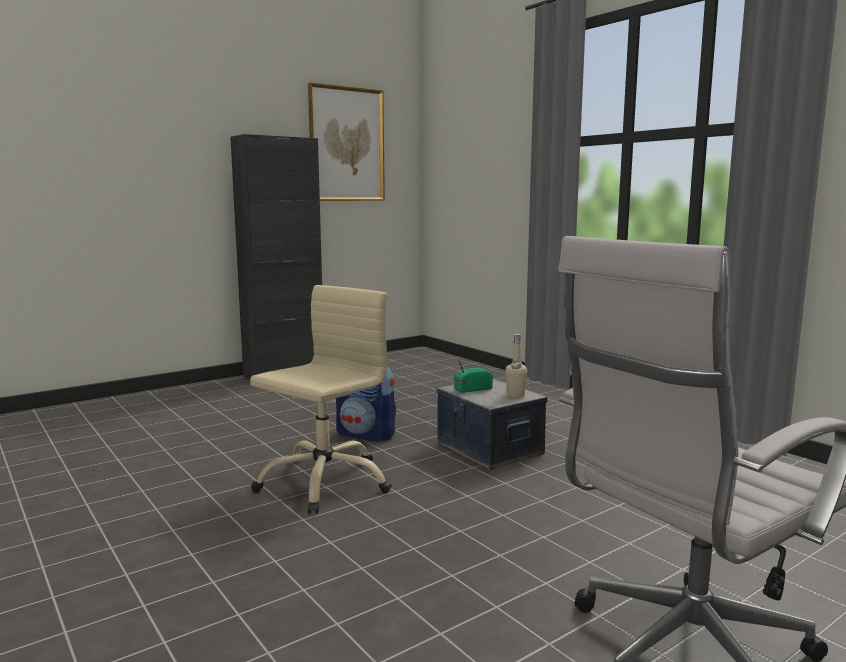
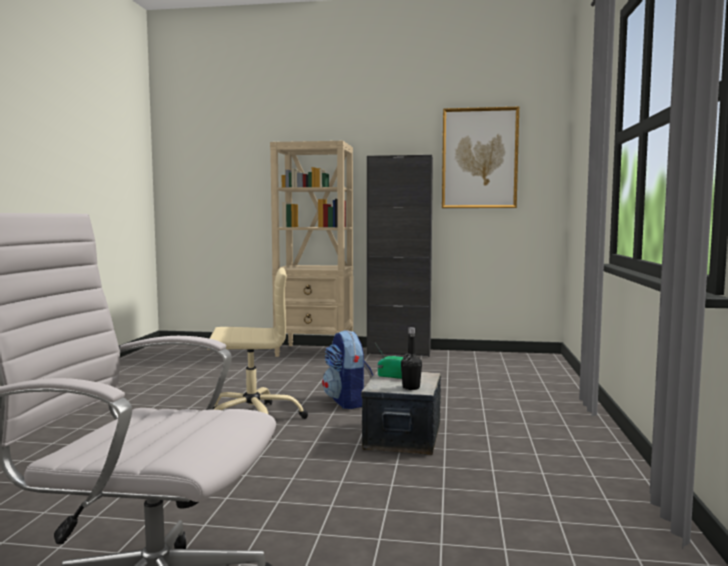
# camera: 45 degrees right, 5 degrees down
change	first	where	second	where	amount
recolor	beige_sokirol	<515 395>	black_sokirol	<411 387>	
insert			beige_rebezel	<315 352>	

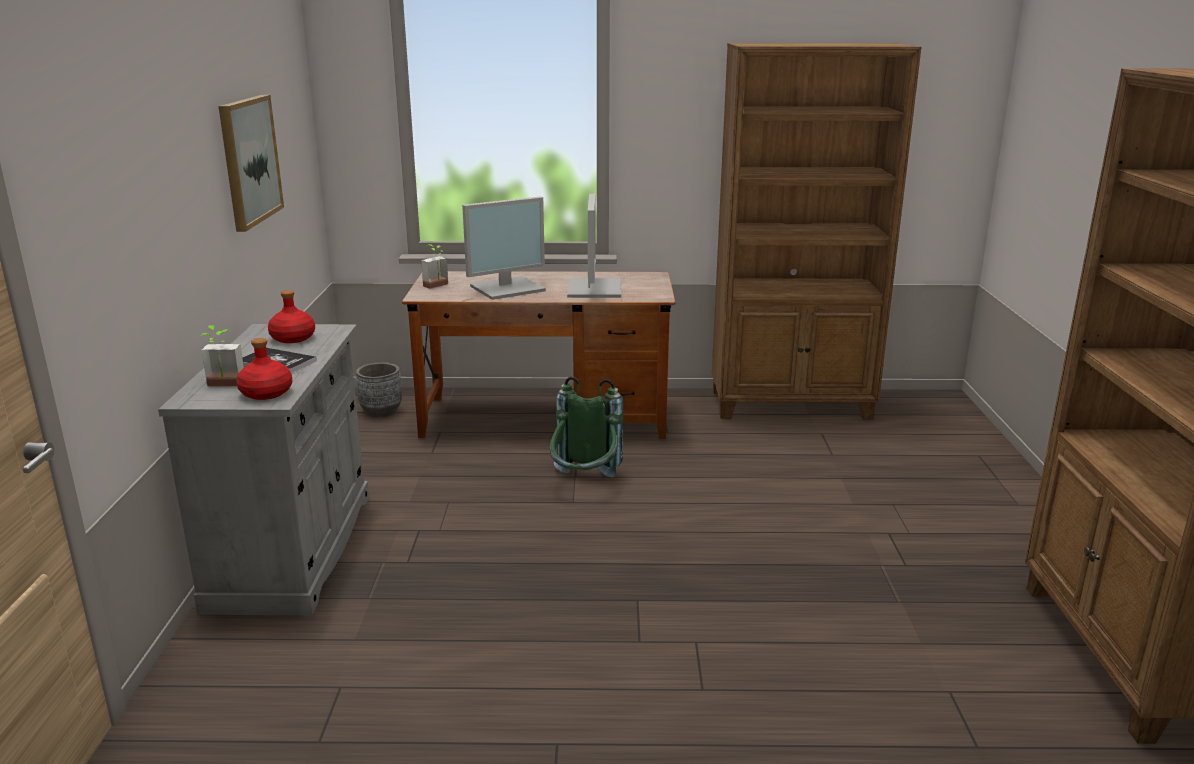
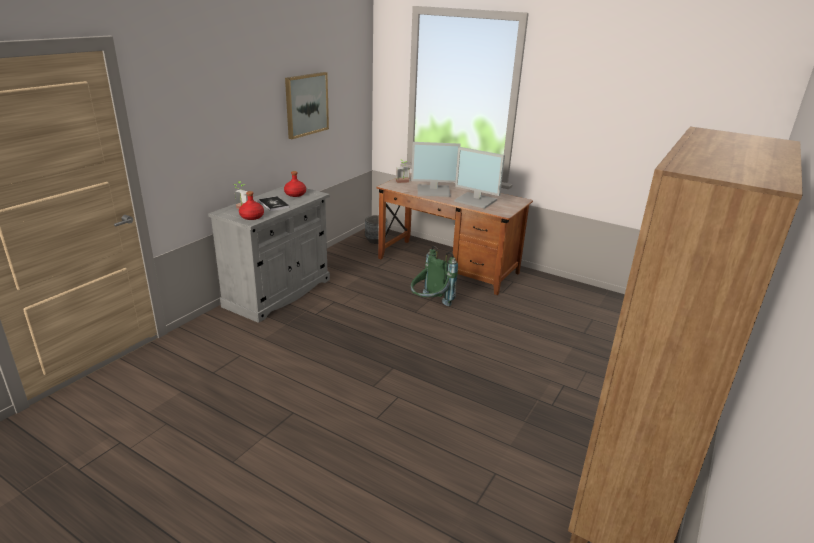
# camera: 30 degrees right, 5 degrees up
change	first	where	second	where	amount
delete	brown_rebezel	<792 405>			
rotate	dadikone	<593 288>		<476 200>	90 degrees clockwise

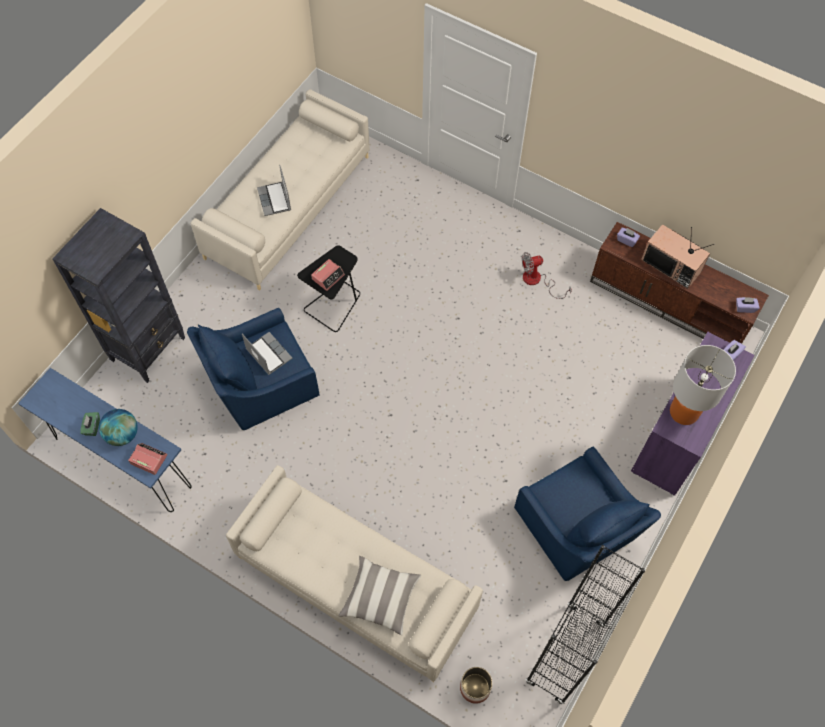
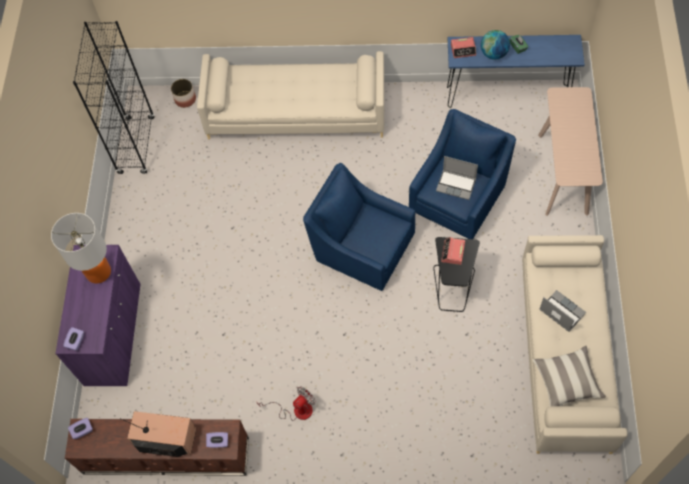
# camera: 155 degrees right, 0 degrees up
change	first	where	second	where	amount
replace	black_rebezel	<149 348>	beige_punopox	<563 174>	
move	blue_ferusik	<576 528>		<361 246>	
move	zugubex	<380 598>		<566 381>	

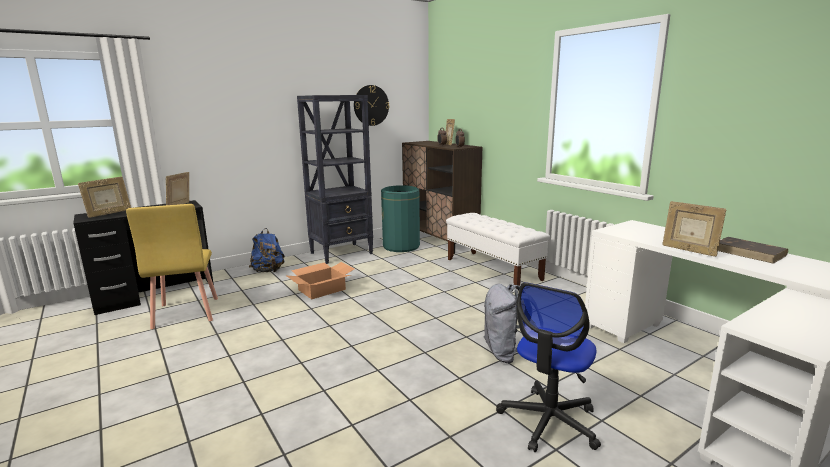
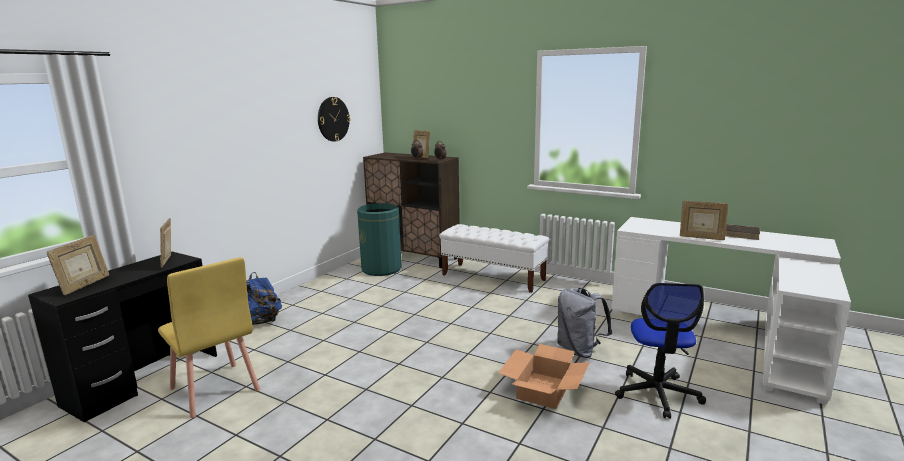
# camera: 25 degrees left, 0 degrees up
change	first	where	second	where	amount
delete	black_rebezel	<342 253>			
move	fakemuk	<321 289>		<543 390>	

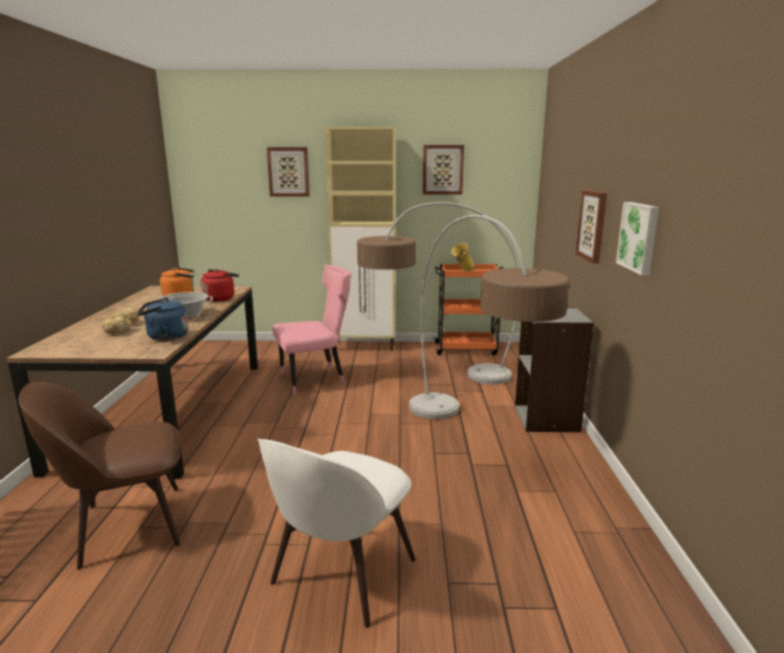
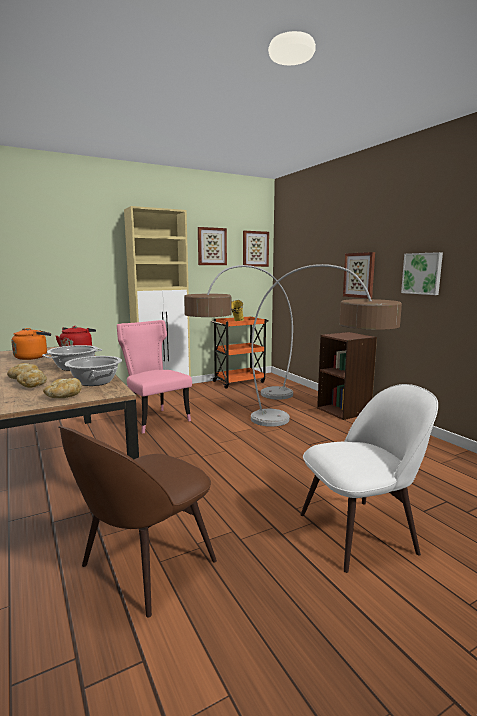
# camera: 30 degrees left, 5 degrees down
change	first	where	second	where	amount
move	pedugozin	<288 172>		<255 249>	
rotate	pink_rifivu	<315 379>		<155 419>	75 degrees counterclockwise
replace	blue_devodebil	<165 337>	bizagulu	<95 382>	
recolor	grey_rebezel	<547 419>	brown_rebezel	<344 410>	
rotate	white_rifivu	<341 575>		<361 532>	105 degrees counterclockwise
insert			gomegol	<63 397>	

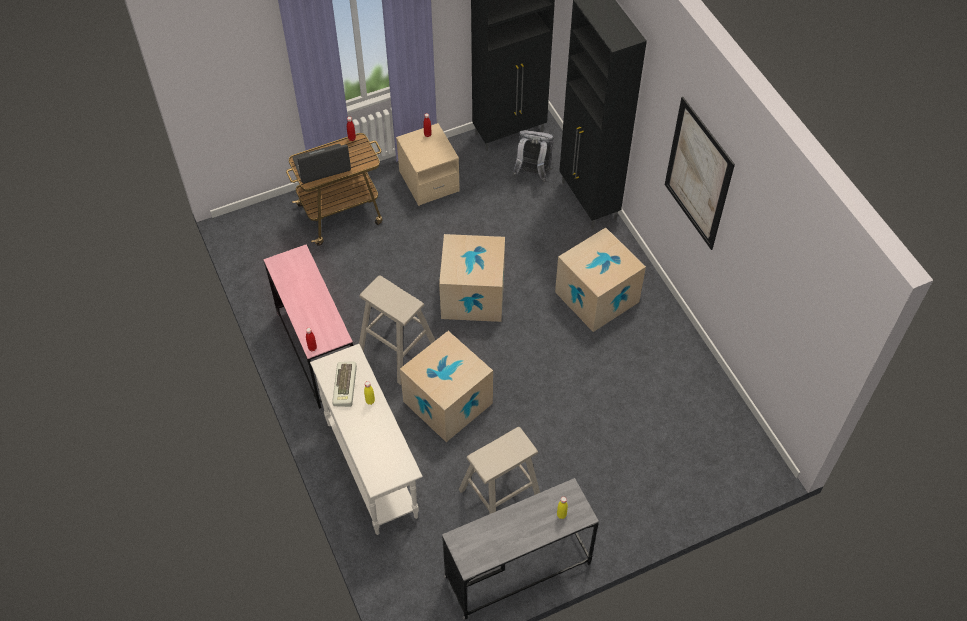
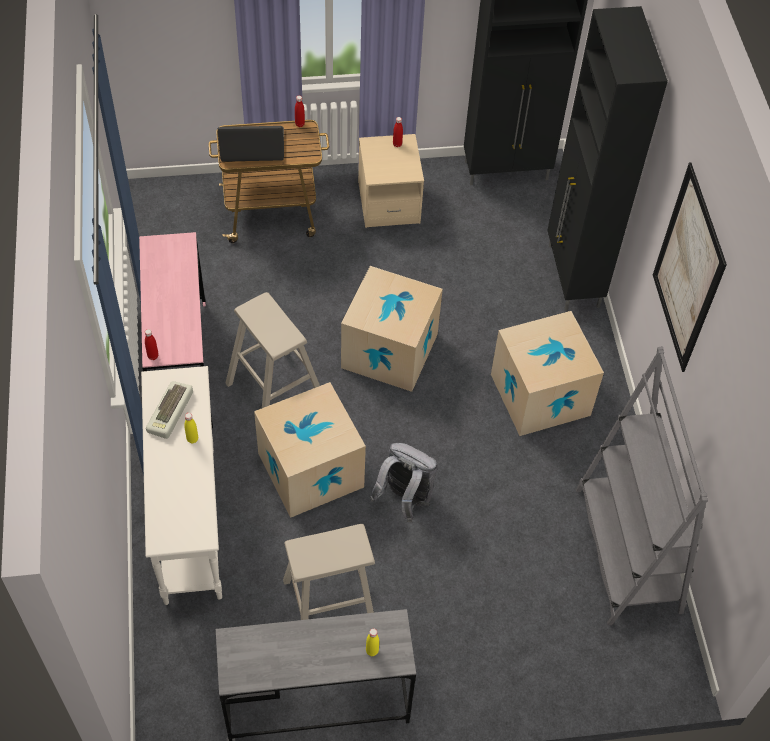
# camera: 15 degrees right, 0 degrees up
change	first	where	second	where	amount
move	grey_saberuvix	<532 173>		<404 499>	
insert			grey_rebezel	<627 550>	

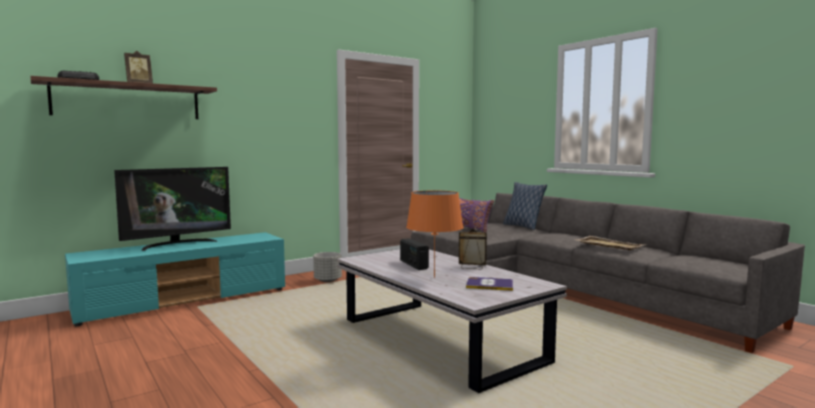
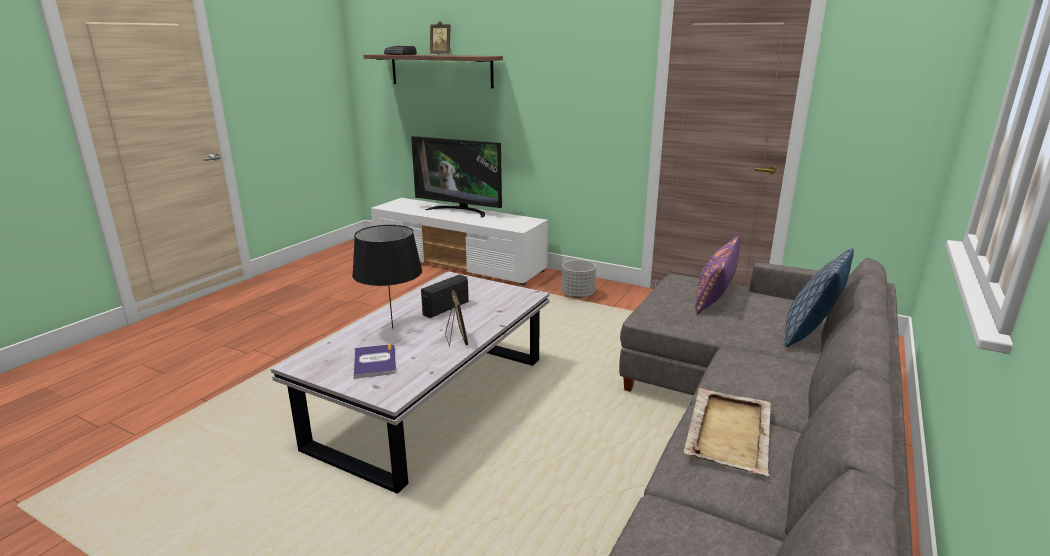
# camera: 65 degrees right, 15 degrees up
change	first	where	second	where	amount
recolor	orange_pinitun	<434 277>	black_pinitun	<392 328>	
recolor	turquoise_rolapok	<186 300>	white_rolapok	<459 263>	

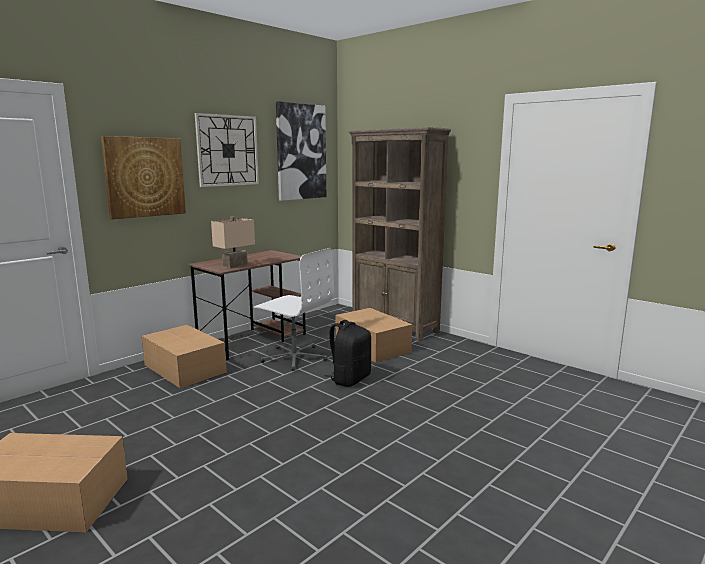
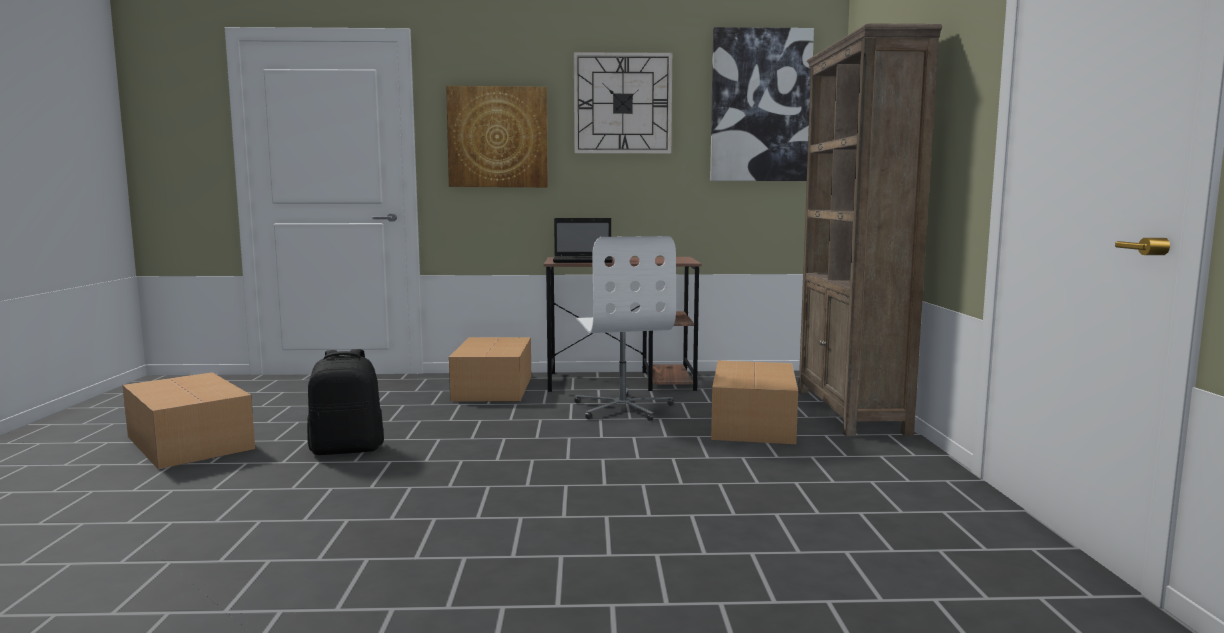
# camera: 45 degrees right, 5 degrees down
change	first	where	second	where	amount
replace	beige_pinitun	<234 265>	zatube	<584 261>	
move	black_saberuvix	<350 379>		<347 449>	

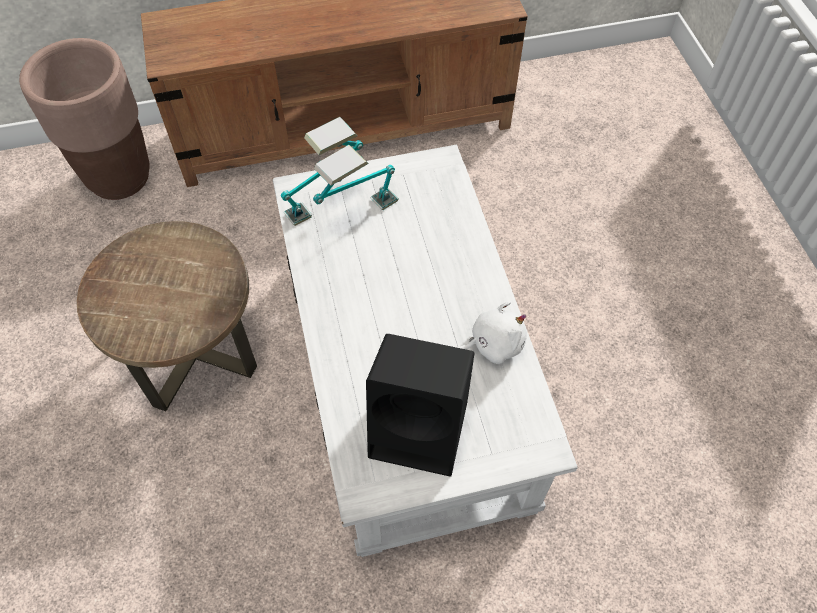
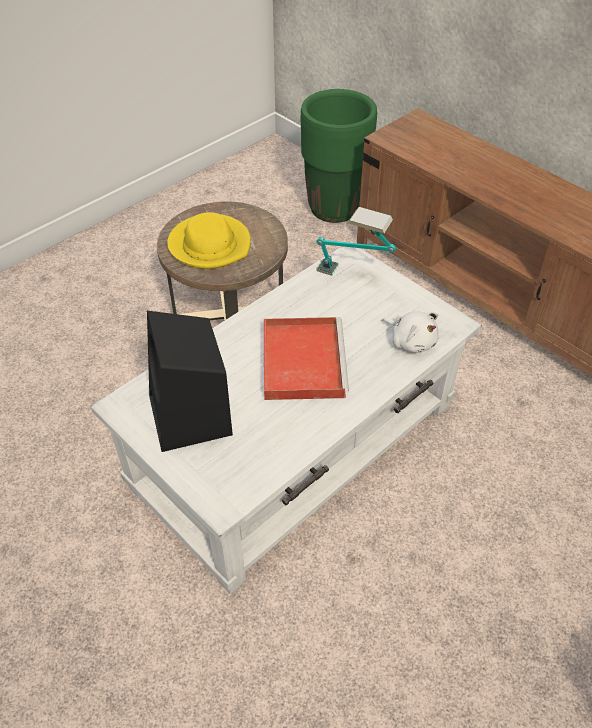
# camera: 60 degrees right, 10 degrees down
change	first	where	second	where	amount
recolor	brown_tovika	<119 178>	green_tovika	<334 208>	
delete	pinitun	<358 215>			
move	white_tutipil	<492 344>		<411 341>	
insert			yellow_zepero	<210 245>	
insert			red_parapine	<302 359>	

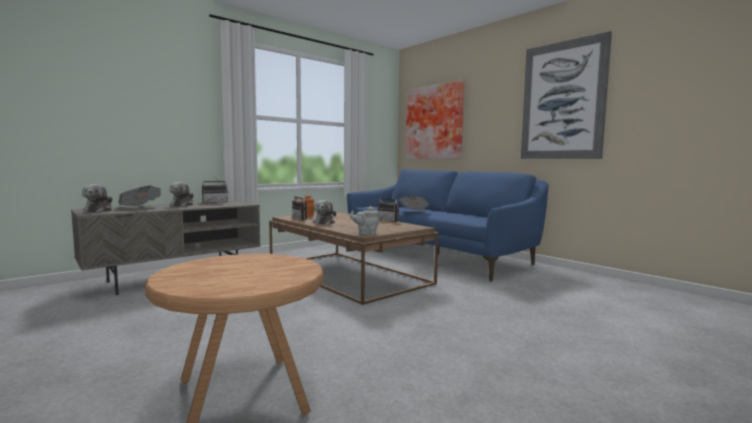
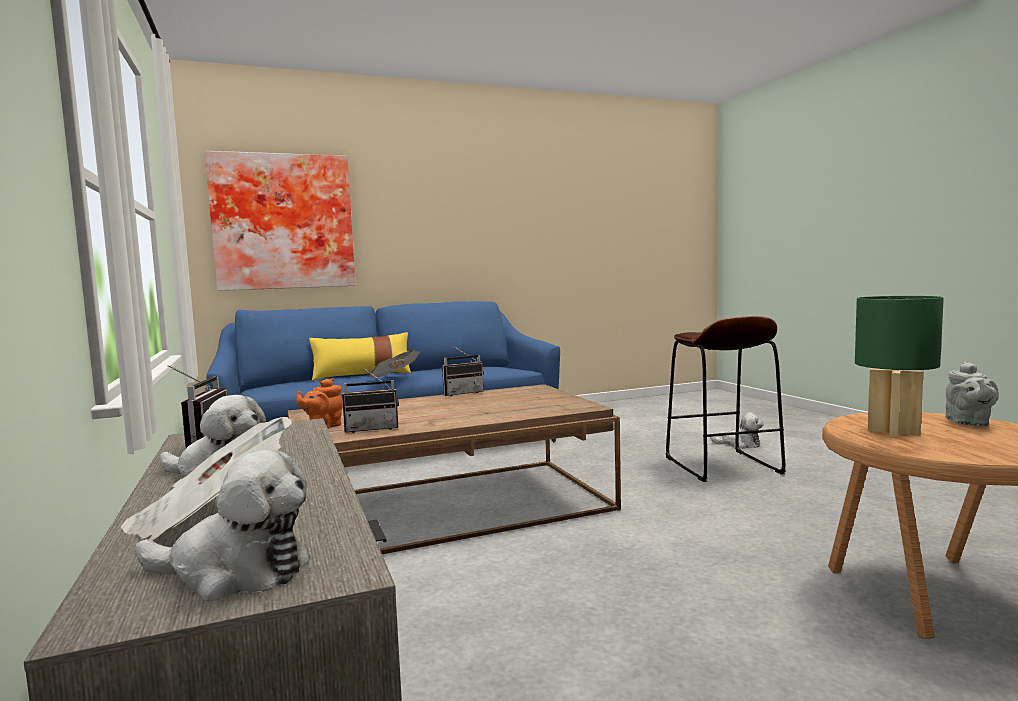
# camera: 70 degrees left, 0 degrees up
change	first	where	second	where	amount
delete	pedugozin	<562 101>			
move	tutipil	<324 222>		<740 444>	
move	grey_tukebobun	<366 233>		<968 423>	
insert			green_pinitun	<894 432>	
insert			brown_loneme	<722 466>	
insert			yellow_zugubex	<362 375>	

